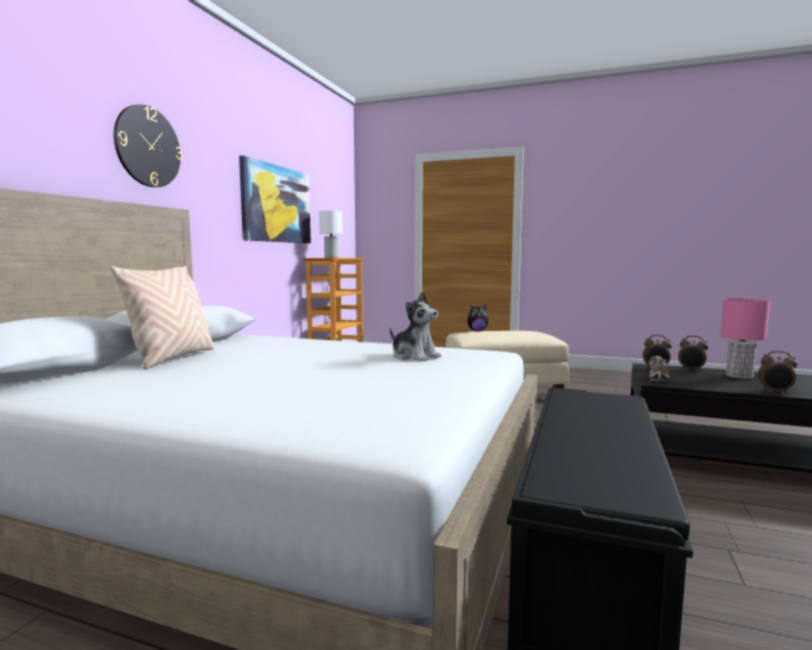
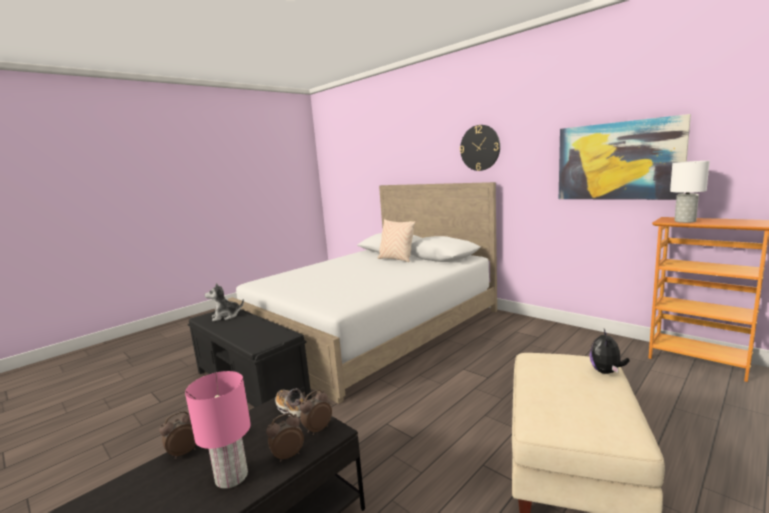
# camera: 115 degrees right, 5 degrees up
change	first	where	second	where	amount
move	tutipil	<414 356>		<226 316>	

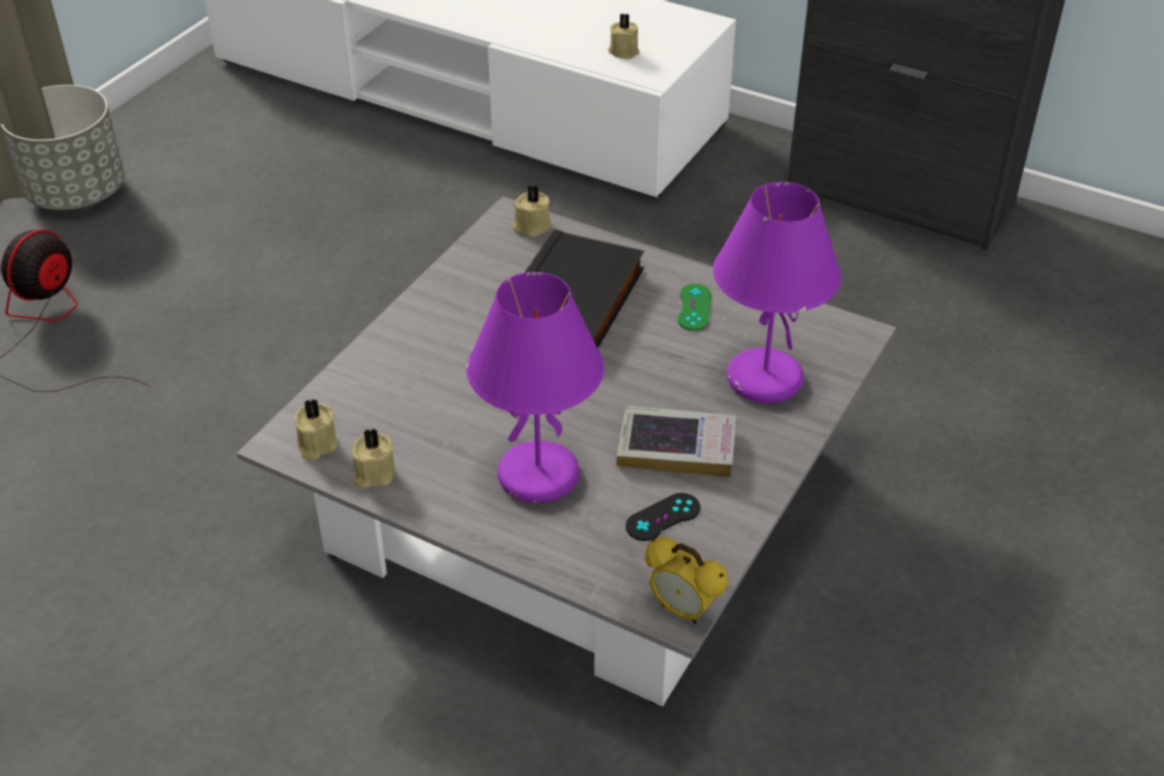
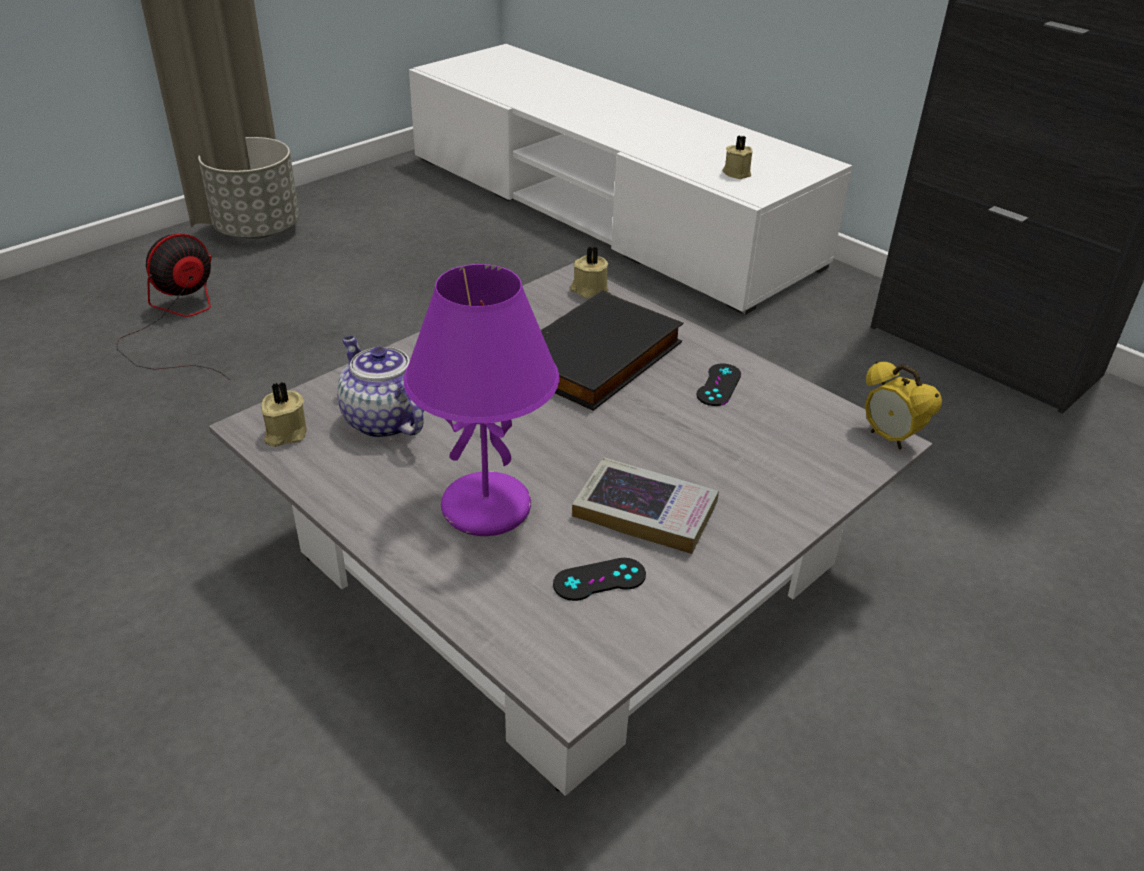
# camera: 15 degrees right, 5 degrees down
change	first	where	second	where	amount
delete	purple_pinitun	<762 379>			
recolor	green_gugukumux	<694 307>	black_gugukumux	<718 385>	
delete	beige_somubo	<373 474>			
move	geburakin	<683 610>		<889 438>	
insert			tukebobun	<383 420>	

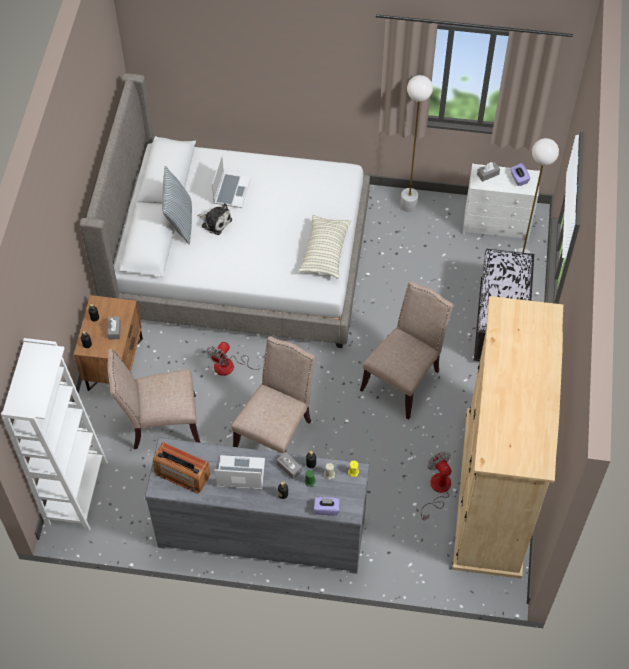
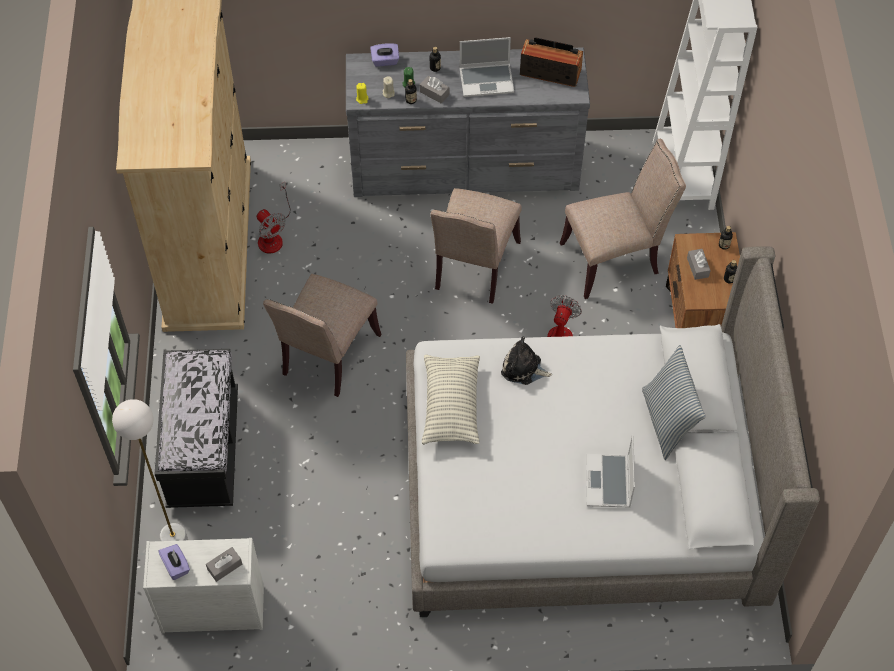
# camera: 170 degrees right, 0 degrees up
change	first	where	second	where	amount
delete	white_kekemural	<408 205>			
move	tutipil	<215 222>		<523 368>	

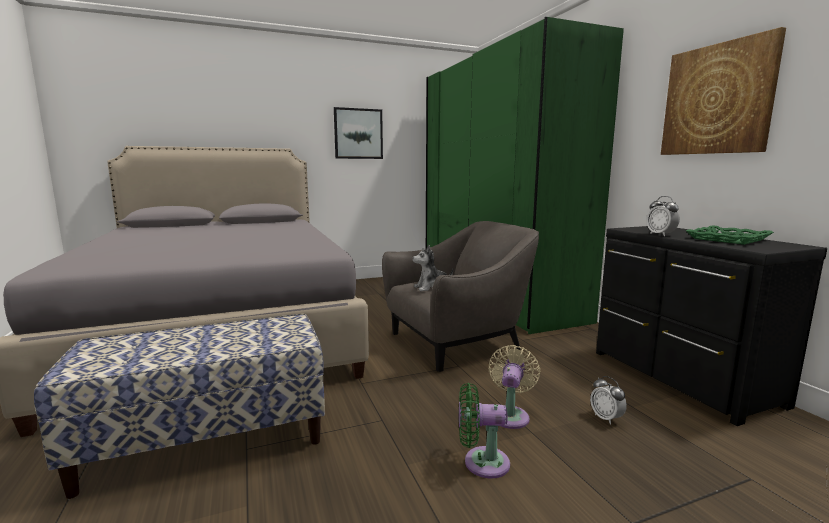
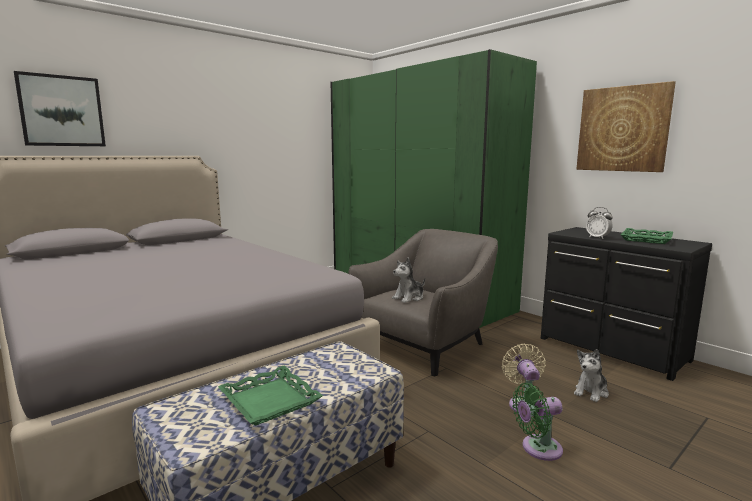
# camera: 20 degrees left, 0 degrees up
change	first	where	second	where	amount
move	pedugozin	<358 134>		<62 111>	
replace	geburakin	<606 418>	tutipil	<591 392>	
insert			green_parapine	<269 401>	

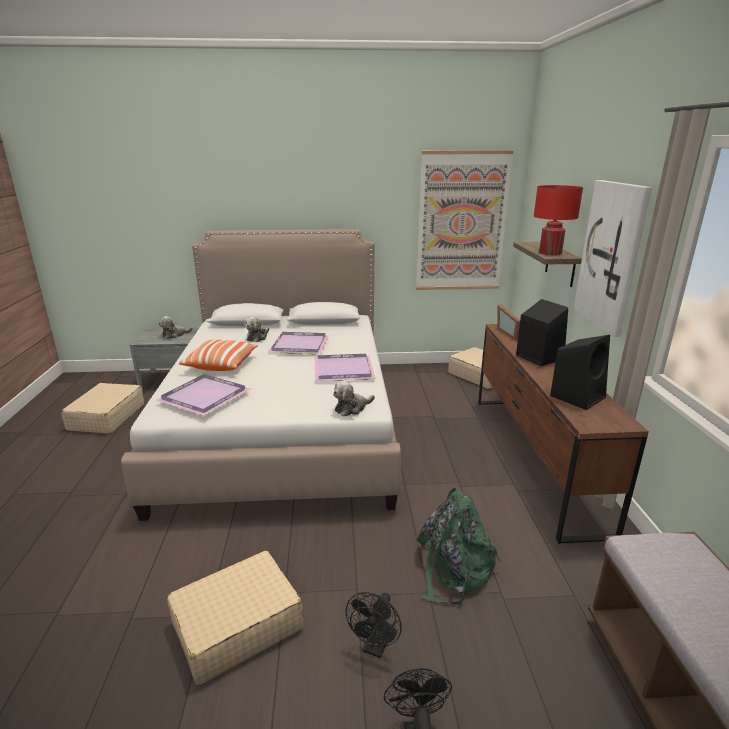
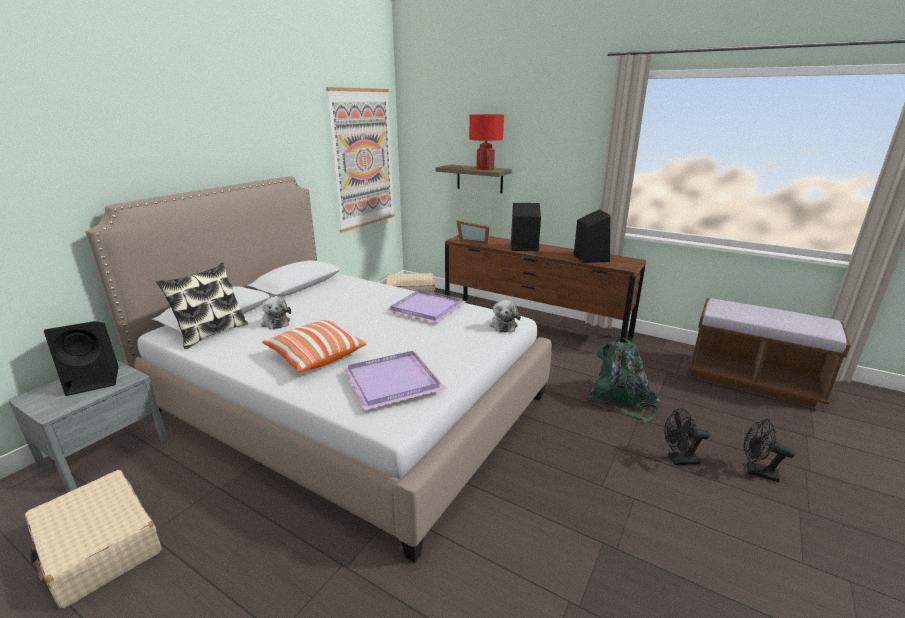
# camera: 55 degrees left, 0 degrees up
change	first	where	second	where	amount
delete	pedugozin	<611 256>			
replace	tutipil	<175 335>	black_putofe	<95 380>	
delete	purple_parapine	<298 345>			
delete	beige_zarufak	<236 625>			
rotate	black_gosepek	<375 646>		<679 460>	120 degrees clockwise
insert			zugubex	<211 333>	

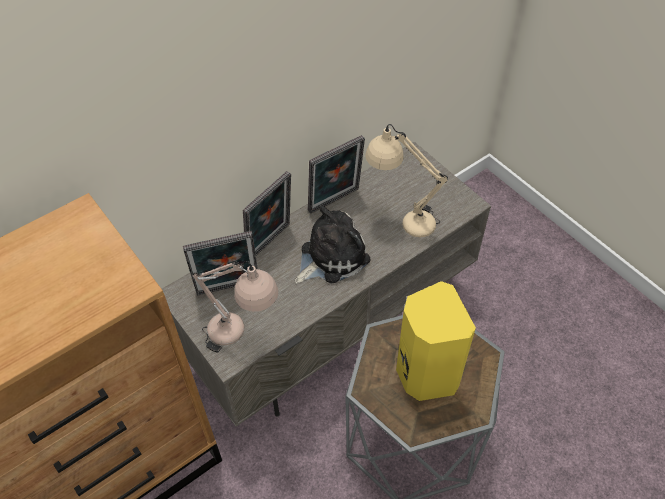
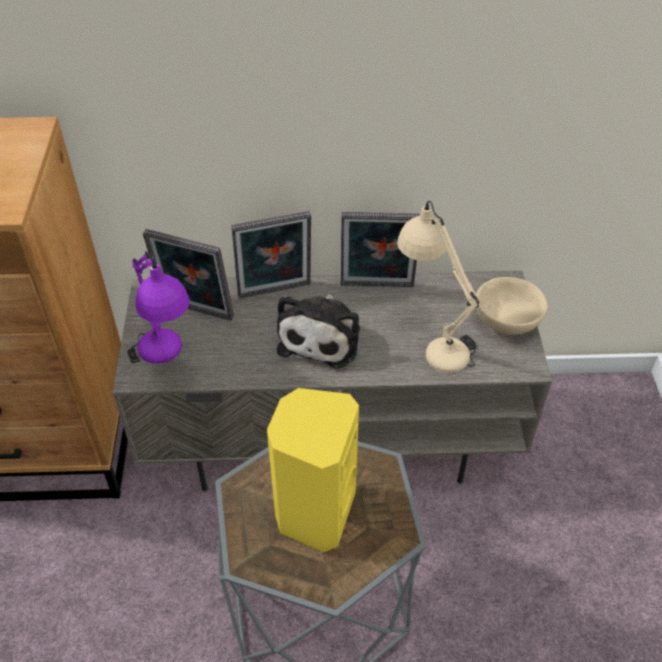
# camera: 35 degrees right, 5 degrees down
change	first	where	second	where	amount
rotate	tutipil	<331 256>		<322 336>	105 degrees clockwise
recolor	beige_pinitun	<243 337>	purple_pinitun	<167 363>	
insert			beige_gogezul	<507 321>	

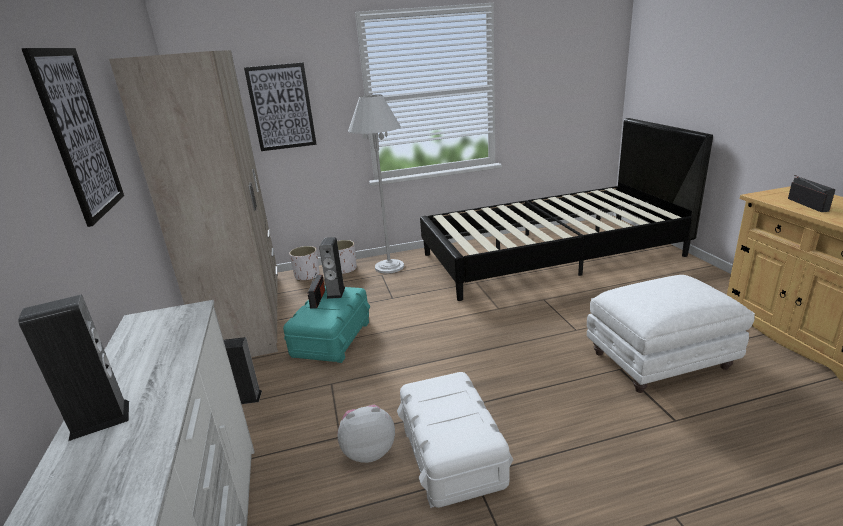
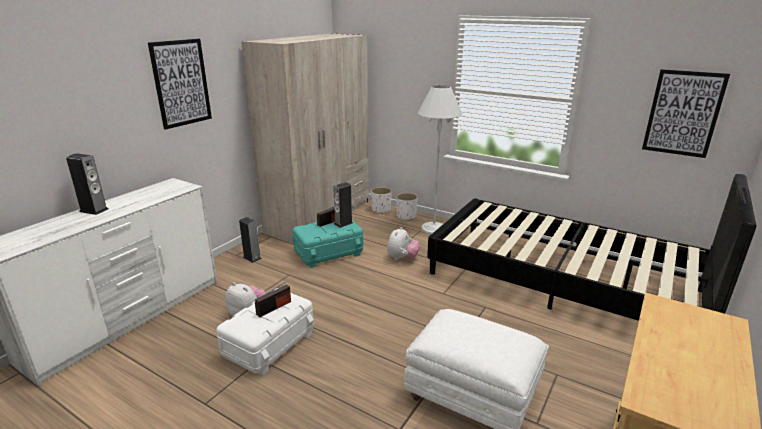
# camera: 45 degrees right, 0 degrees up
change	first	where	second	where	amount
move	pedugozin	<281 107>		<683 113>	
move	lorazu	<807 204>		<274 308>	
insert			tutipil	<402 258>	

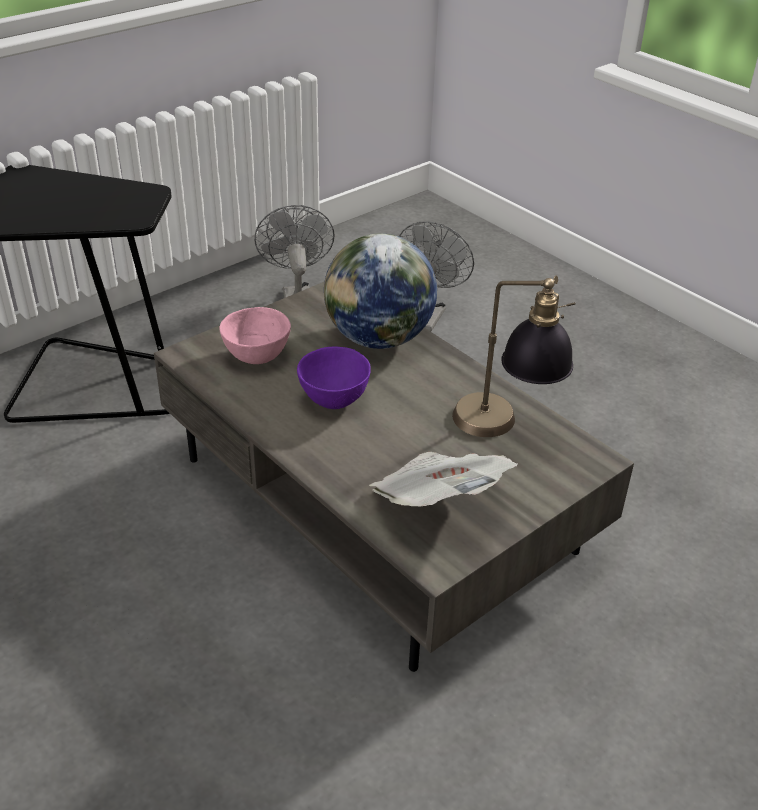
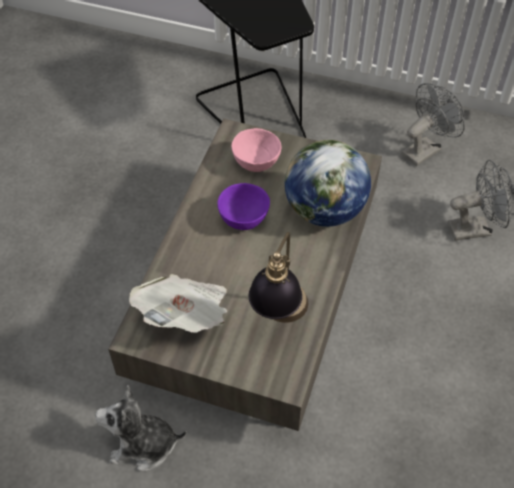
# camera: 60 degrees right, 15 degrees up
change	first	where	second	where	amount
insert			tutipil	<143 445>	

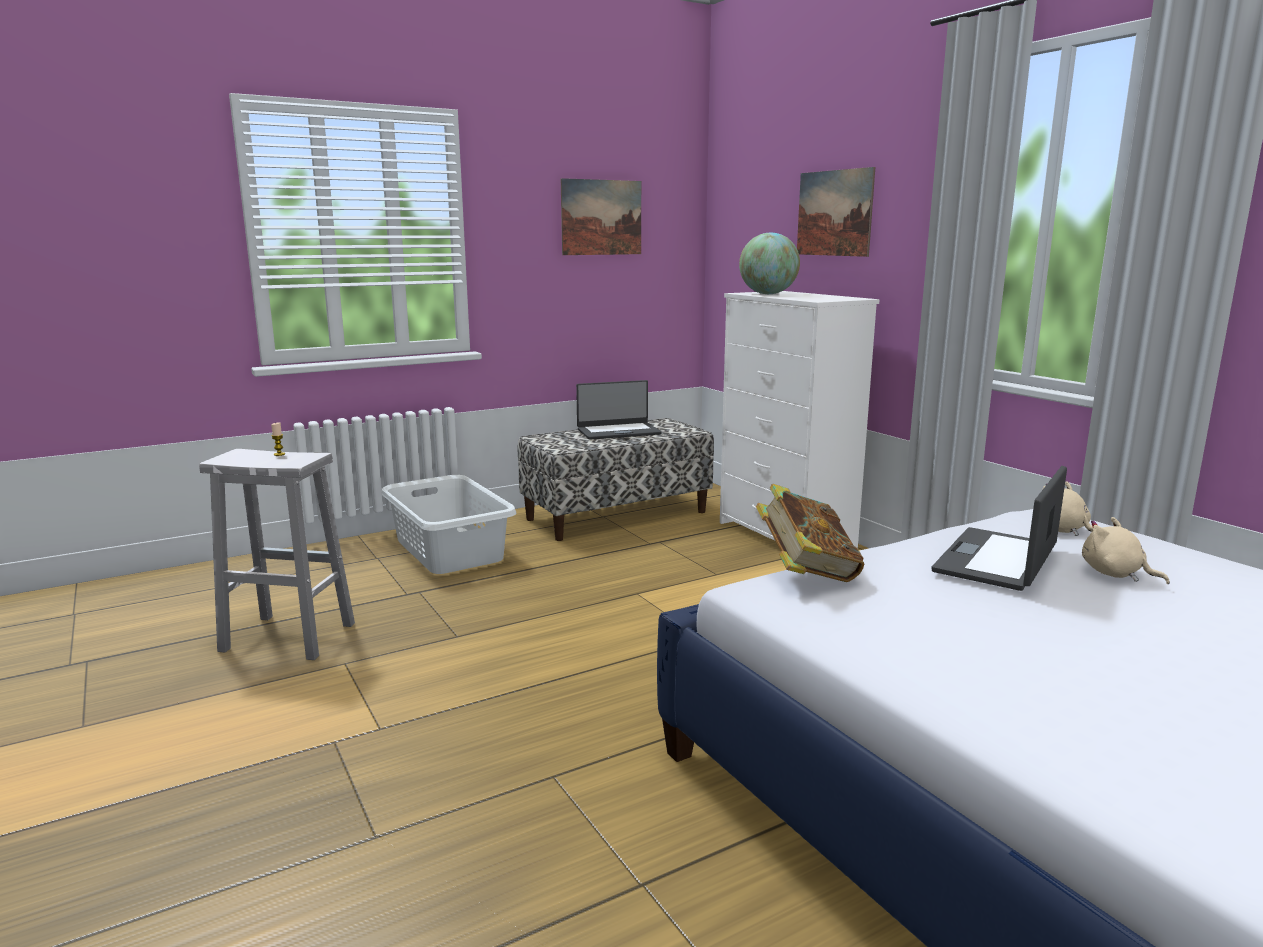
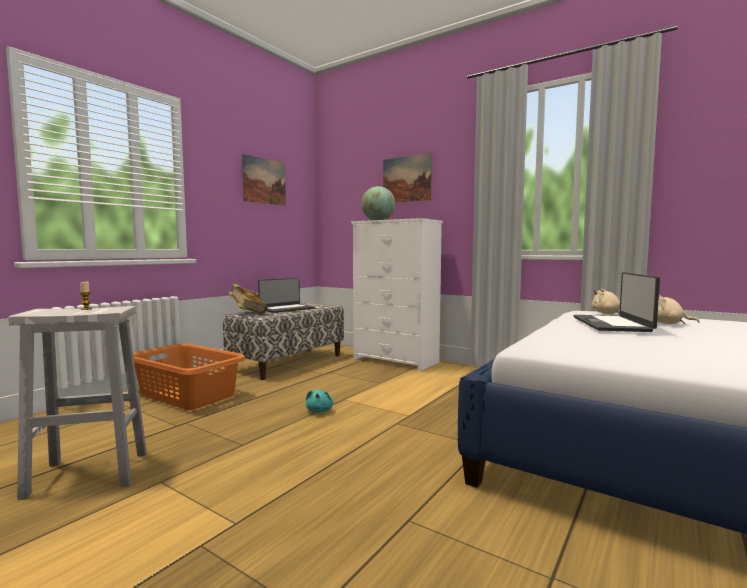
# camera: 25 degrees left, 10 degrees down
change	first	where	second	where	amount
recolor	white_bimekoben	<450 549>	orange_bimekoben	<187 394>	
move	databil	<806 572>		<248 313>	
insert			turquoise_tutipil	<319 411>	

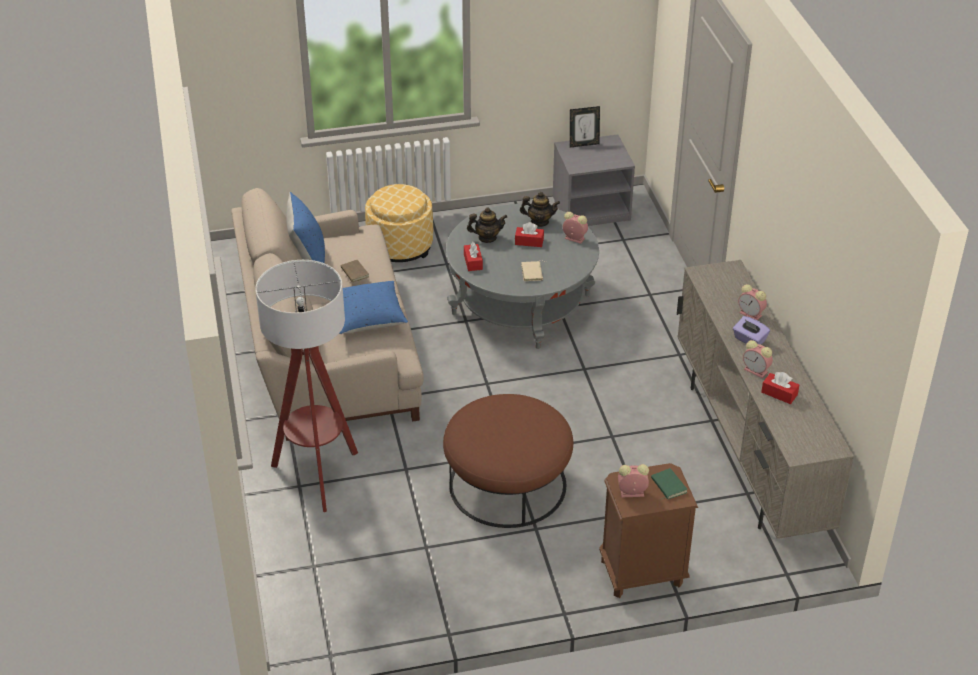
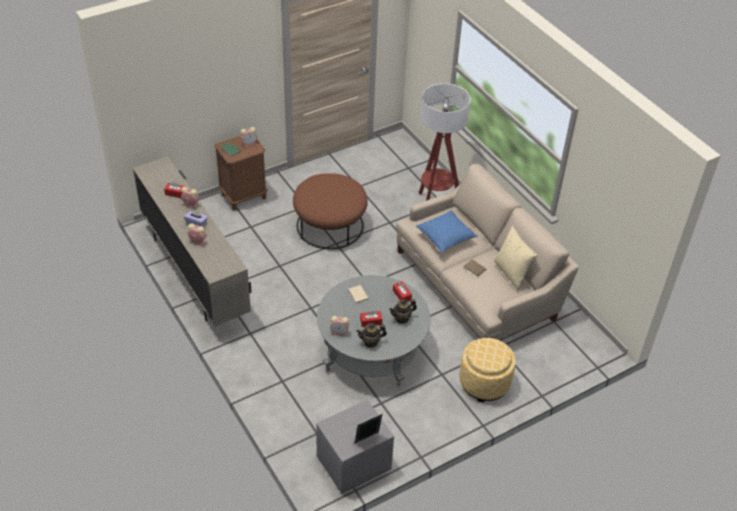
# camera: 160 degrees right, 5 degrees up
change	first	where	second	where	amount
recolor	blue_zugubex	<308 259>	beige_zugubex	<512 273>	

